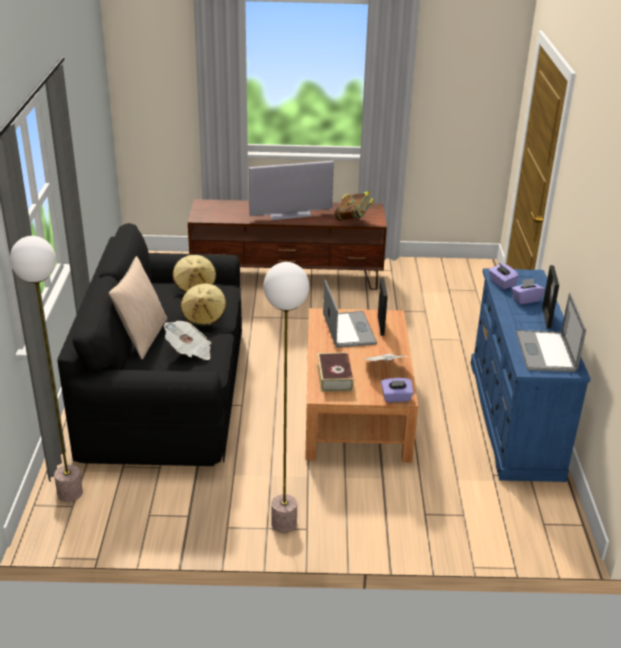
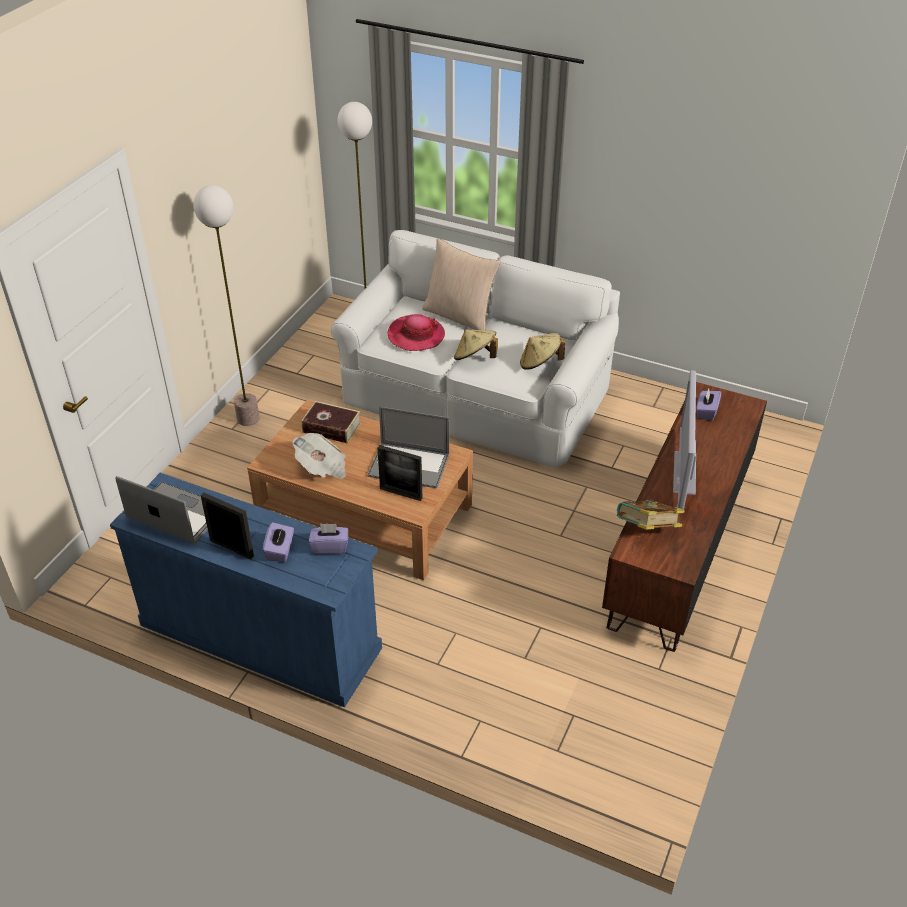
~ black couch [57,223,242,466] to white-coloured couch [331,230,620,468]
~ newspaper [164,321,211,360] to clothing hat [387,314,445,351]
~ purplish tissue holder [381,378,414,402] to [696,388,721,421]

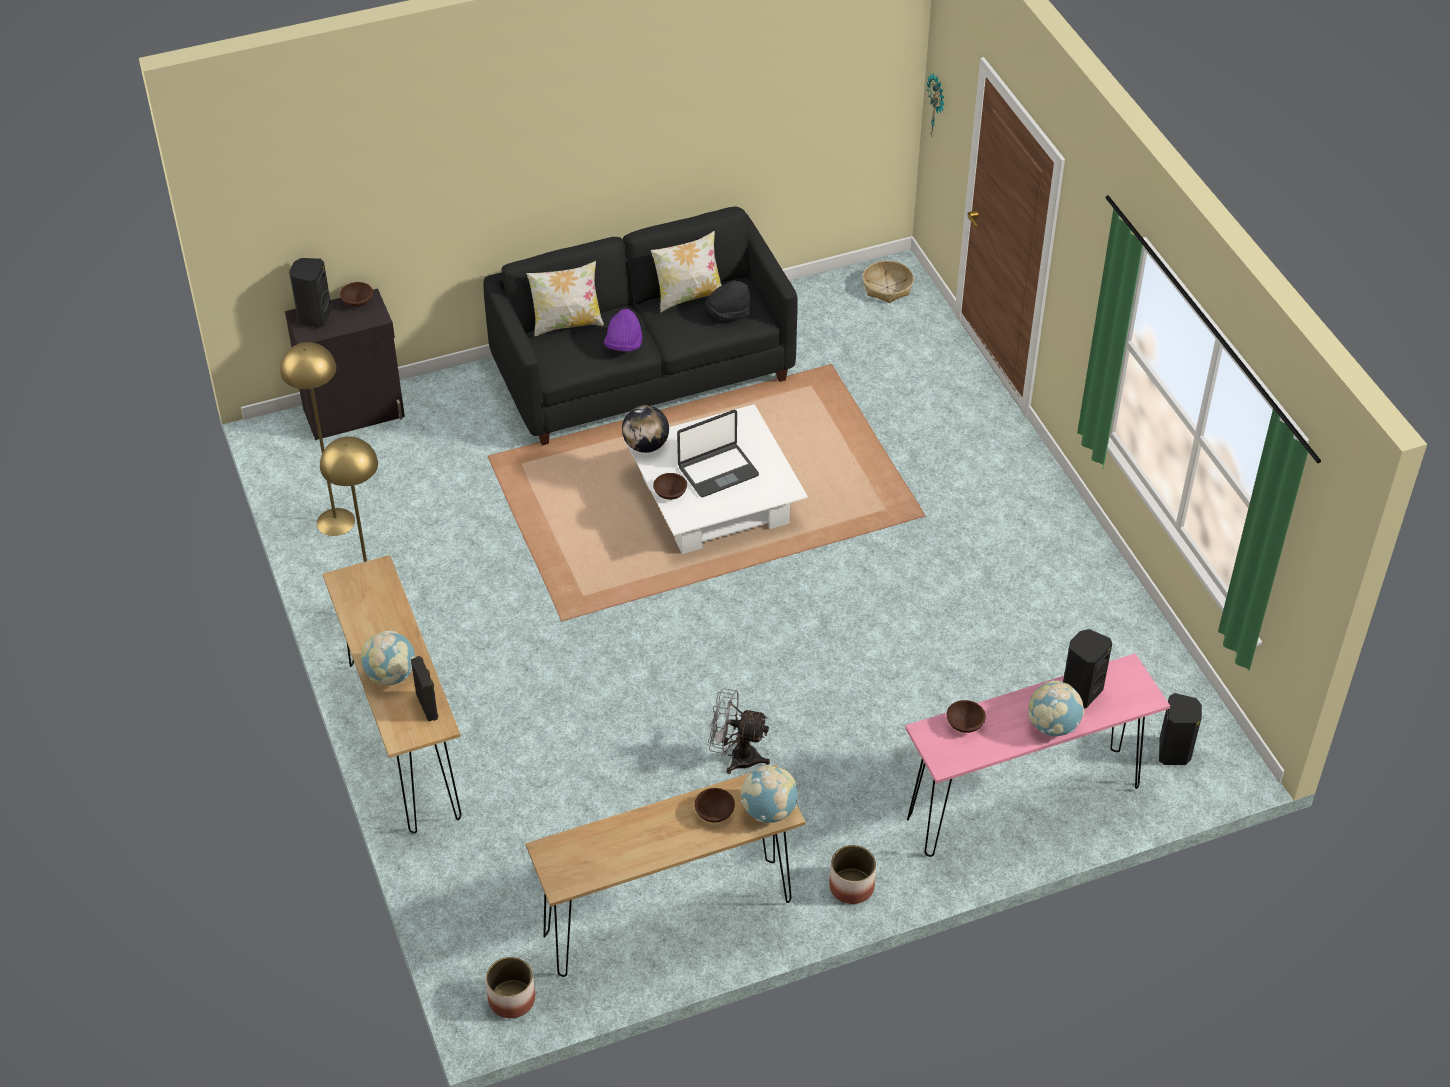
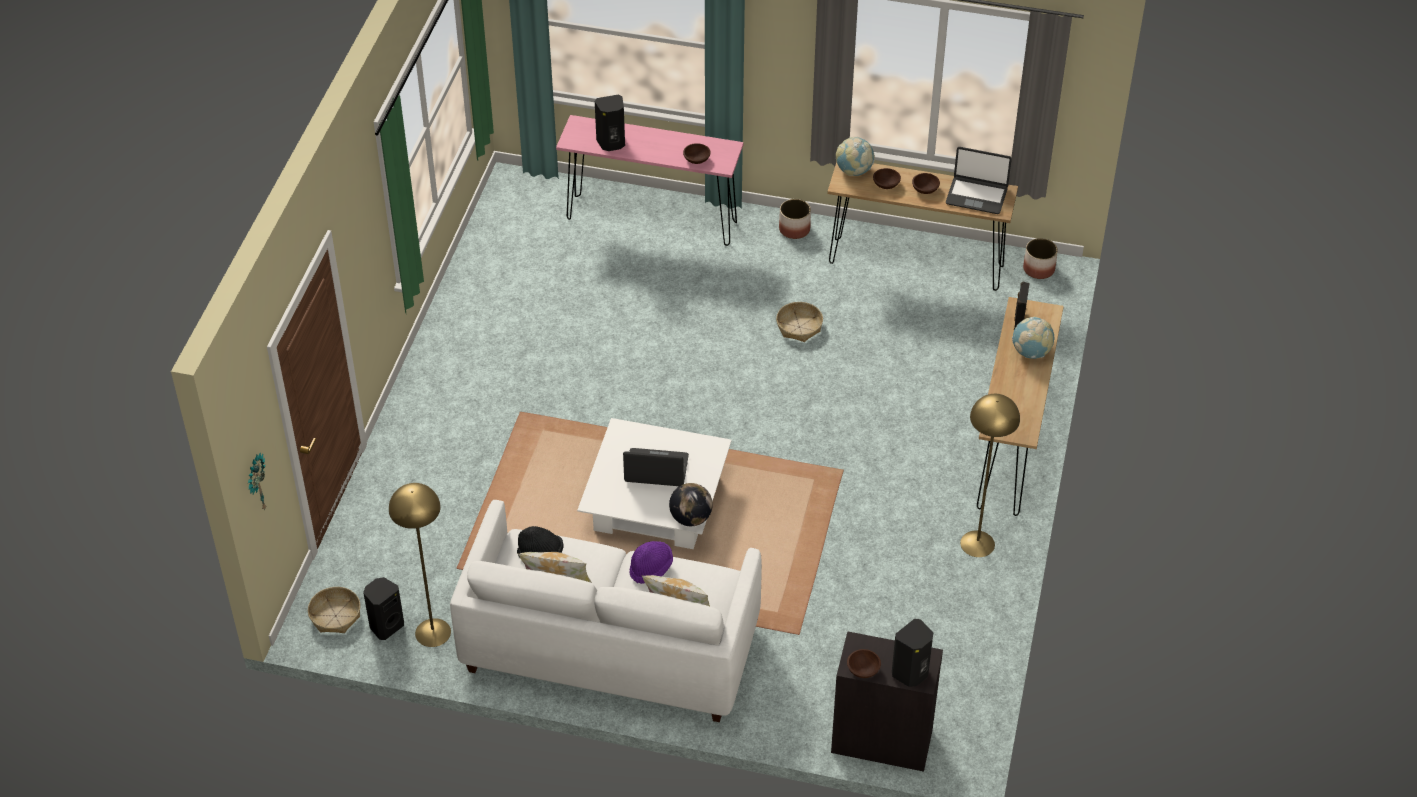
~ black speaker [1159,693,1202,765] to [363,577,404,640]
~ yellowish standing lamp [280,342,355,536] to [389,483,451,647]
~ black couch [483,207,798,445] to white-coloured couch [450,500,762,722]
~ grey cooling fan [708,688,770,774] to household basket [776,302,823,342]
~ brown-coloured bowl [653,473,687,500] to [912,173,940,194]
+ notebook computer [946,147,1012,214]
- desk globe [1028,680,1085,736]

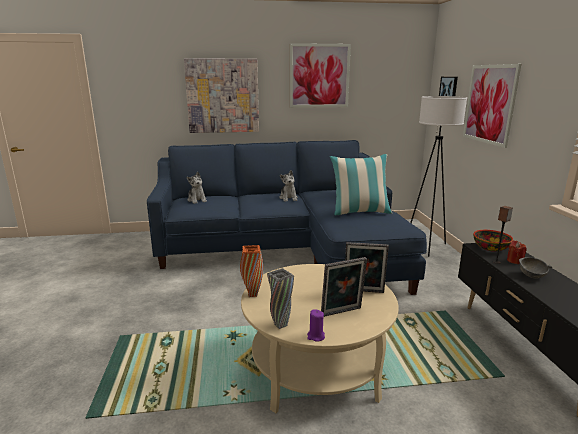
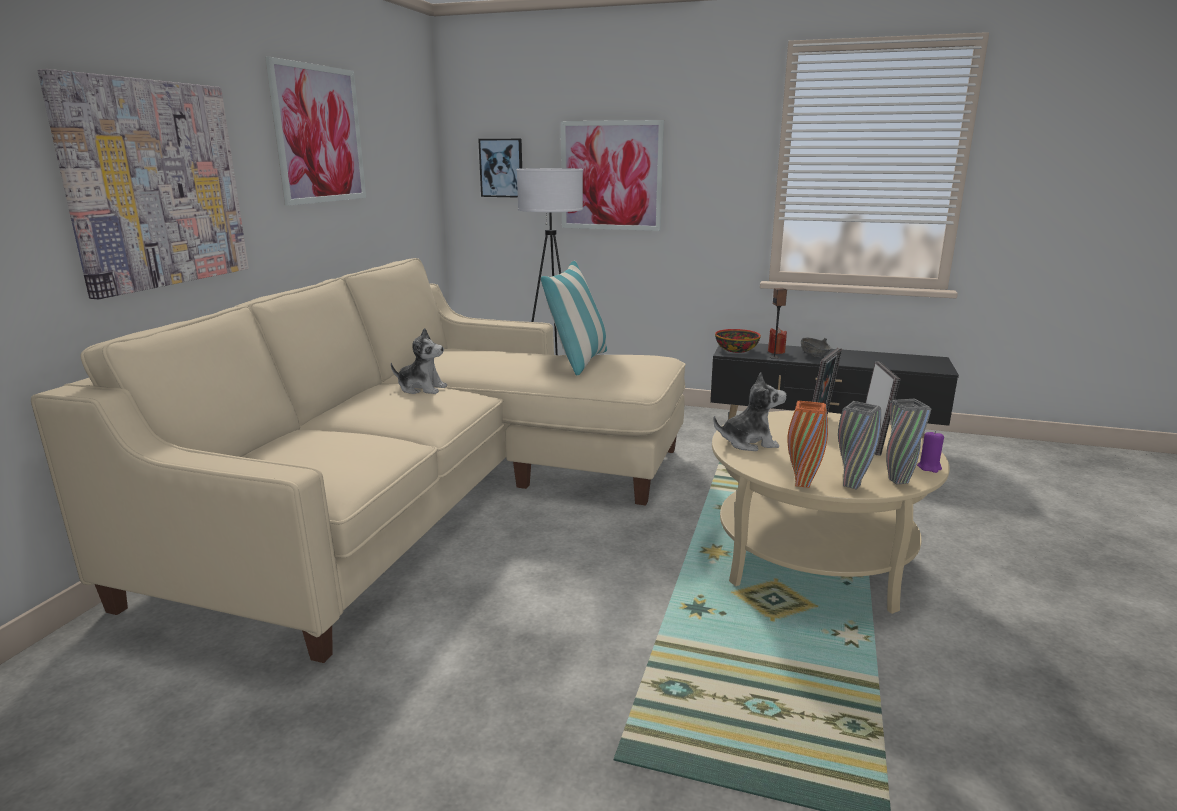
~ blue-coloured couch [147,140,427,295] to beige couch [31,258,686,663]
~ cuddly toy [187,172,207,204] to [713,372,786,451]
+ grey decorative vase [838,401,881,490]

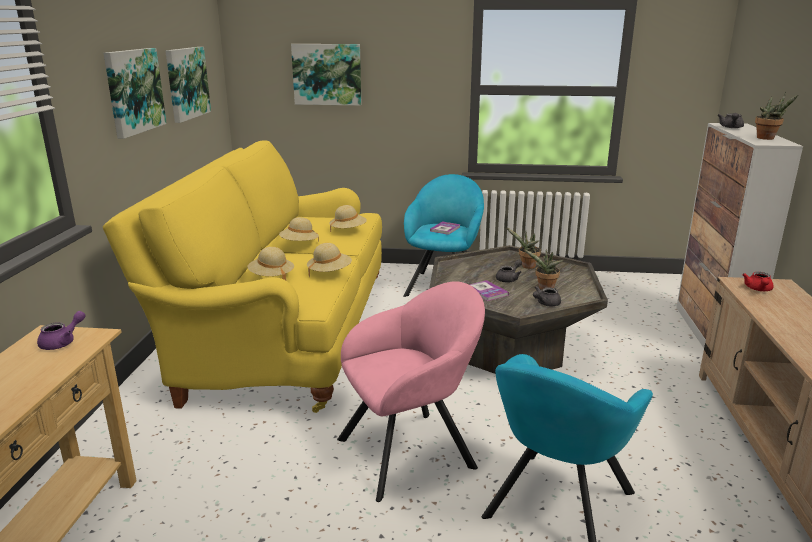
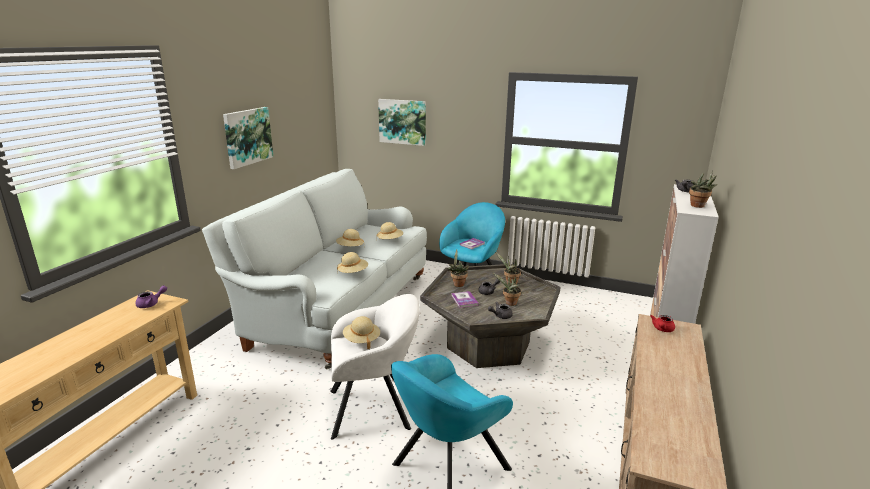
~ yellowish couch [103,140,382,413] to white-coloured couch [202,169,427,370]
~ pinkish easy chair [337,281,485,502] to white-coloured easy chair [330,294,419,439]
~ beige clothing hat [247,247,294,280] to [343,316,380,349]
+ plant in a pot [448,249,469,287]
- wall art [165,47,211,123]

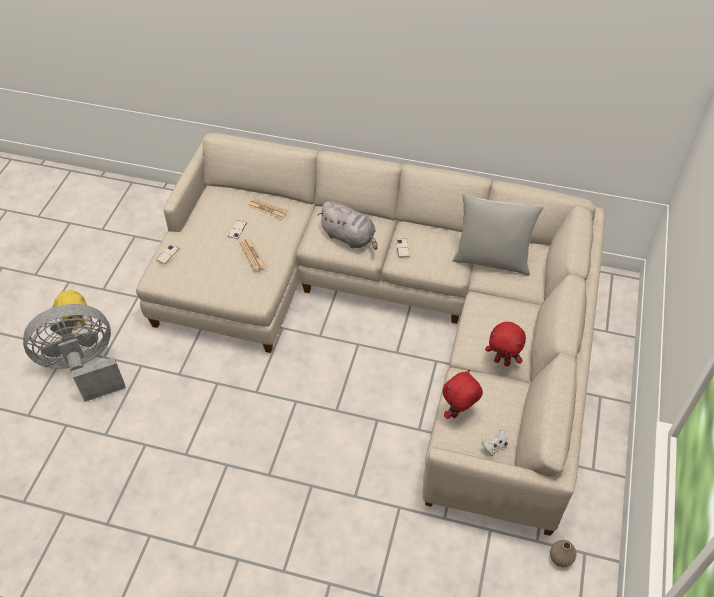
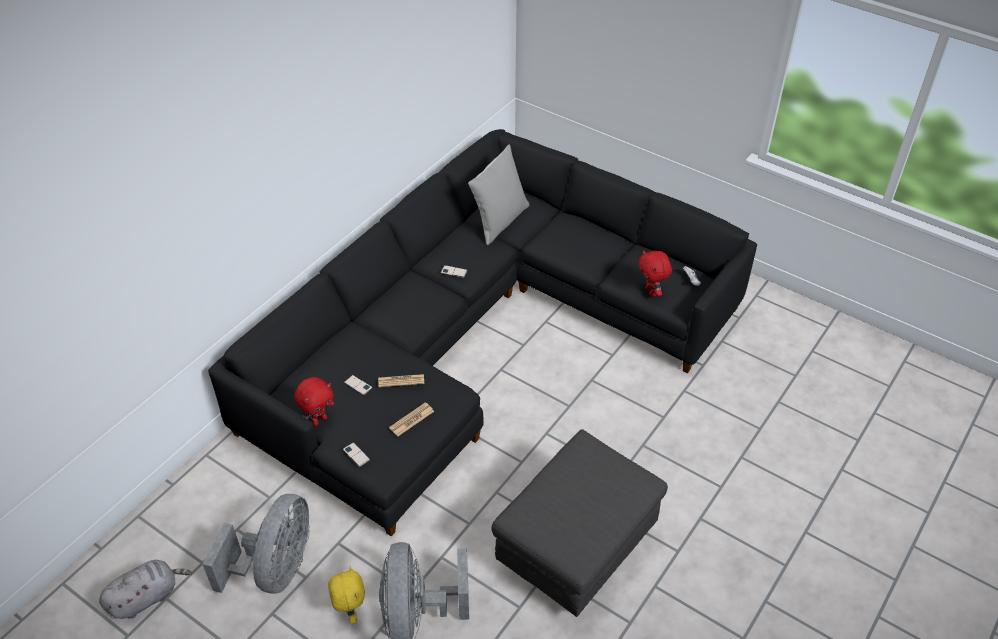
~ grey cuddly toy [318,201,378,250] to [99,560,192,619]
+ grey cooling fan [202,494,310,594]
~ beige couch [136,133,605,536] to black couch [208,129,757,536]
~ red-coloured cuddly toy [485,322,526,367] to [294,377,334,426]
~ newspaper [248,198,287,219] to [389,402,434,436]
+ grey footrest [492,429,668,617]
- decorative vase [550,540,576,567]

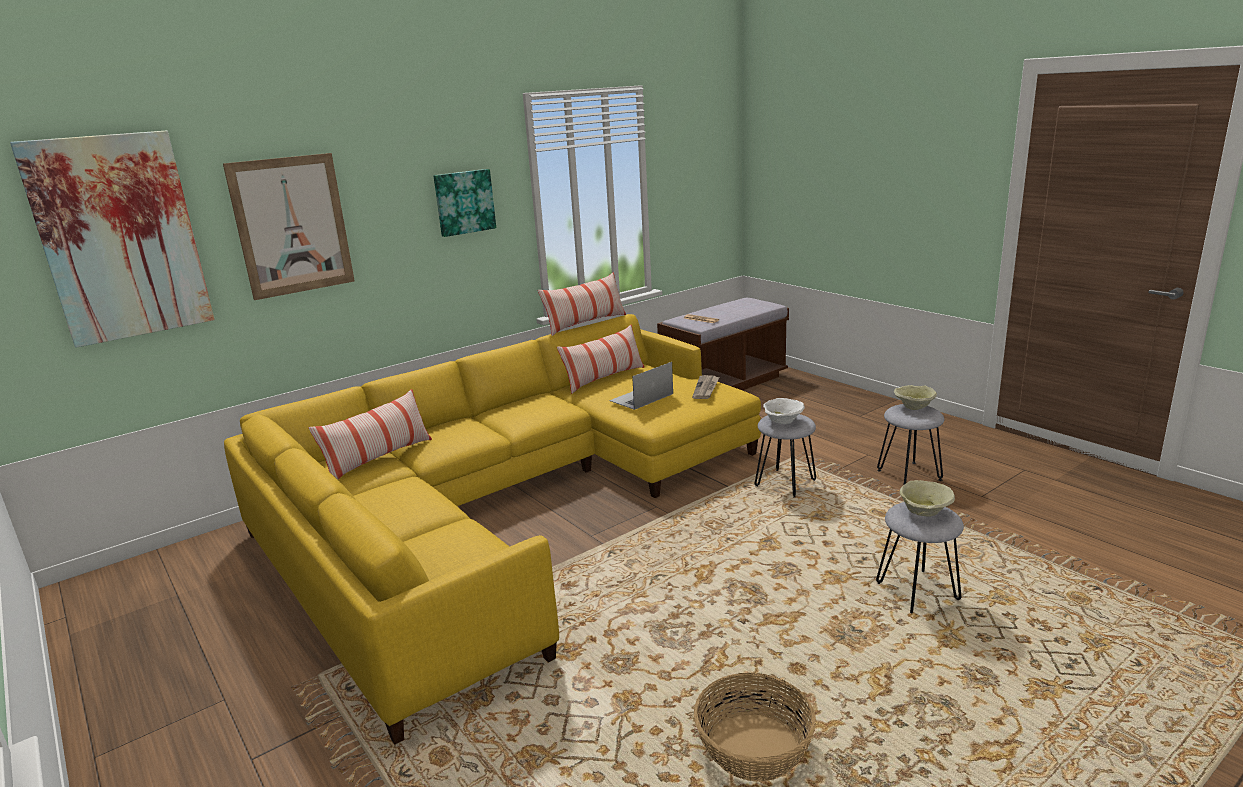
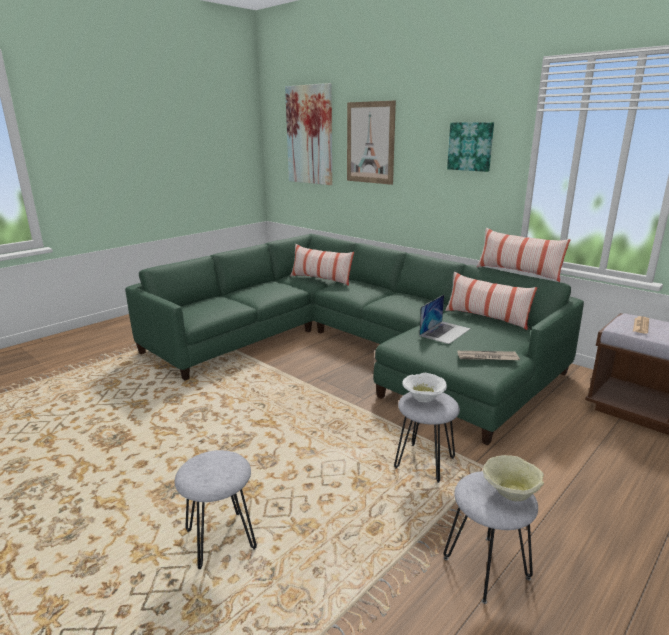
~ yellowish couch [224,314,761,744] to greenish couch [125,234,584,445]
~ notebook computer [609,362,673,410] = [419,295,471,344] 90 degrees clockwise
- household basket [694,673,816,782]
- beige bowl [900,480,955,517]

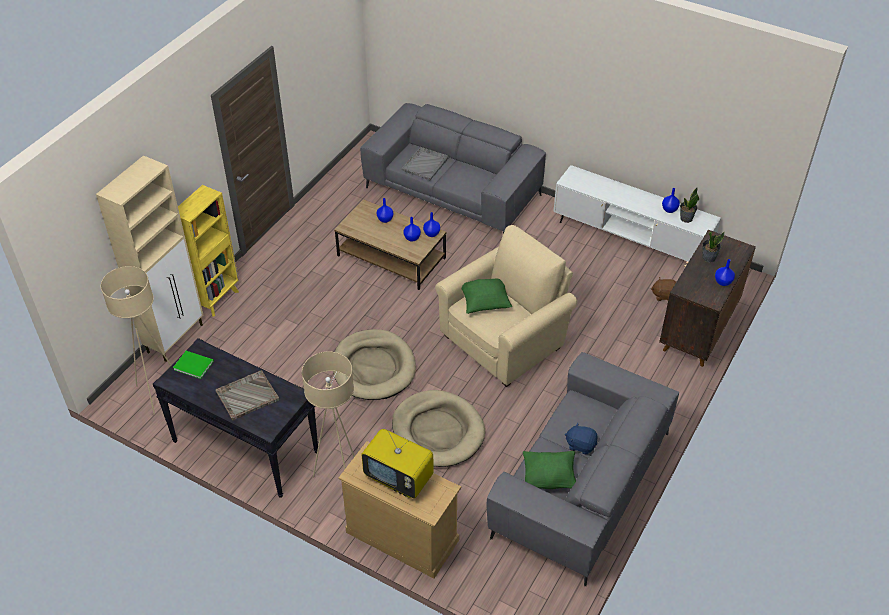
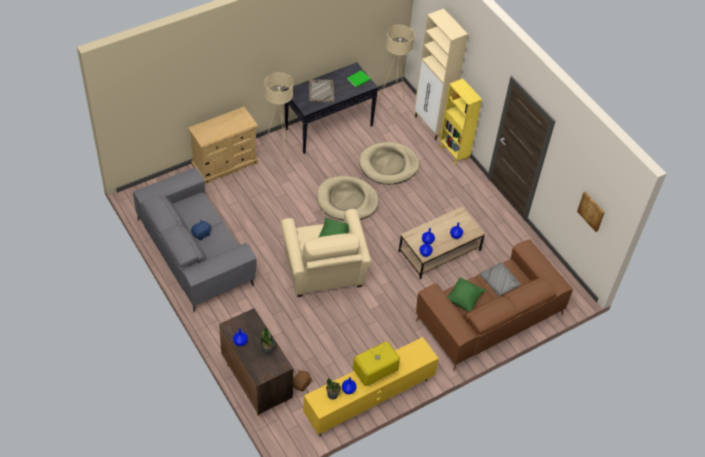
~ white-coloured tv unit [553,165,721,262] to yellowish tv unit [304,337,439,436]
~ TV [362,429,434,498] to [353,341,400,386]
~ beige pet bed [392,390,485,467] to [359,142,420,184]
~ grey couch [360,103,546,234] to brown-coloured couch [416,239,573,371]
~ greenish cushion [523,451,576,489] to [447,278,485,312]
+ wall art [577,192,605,232]

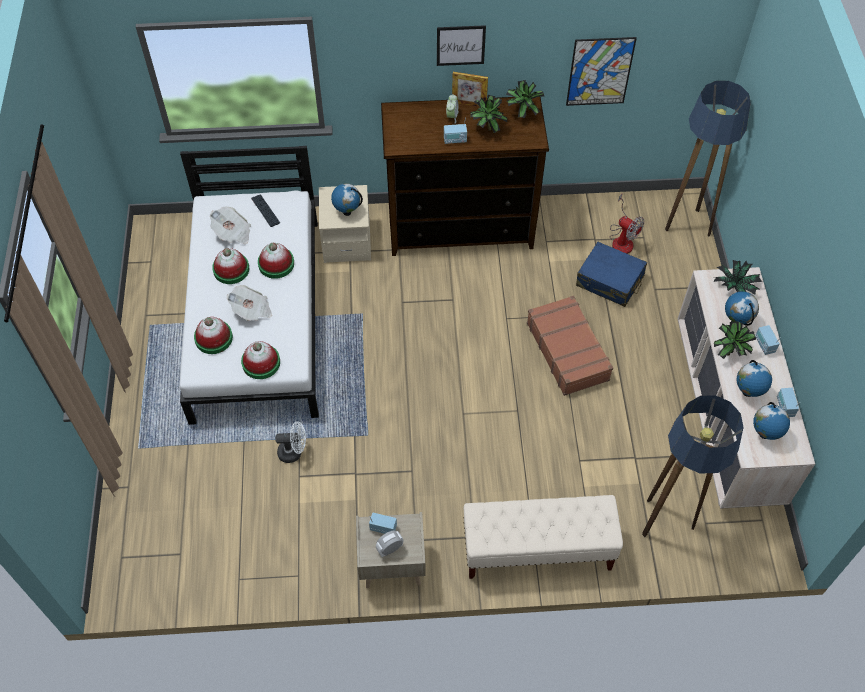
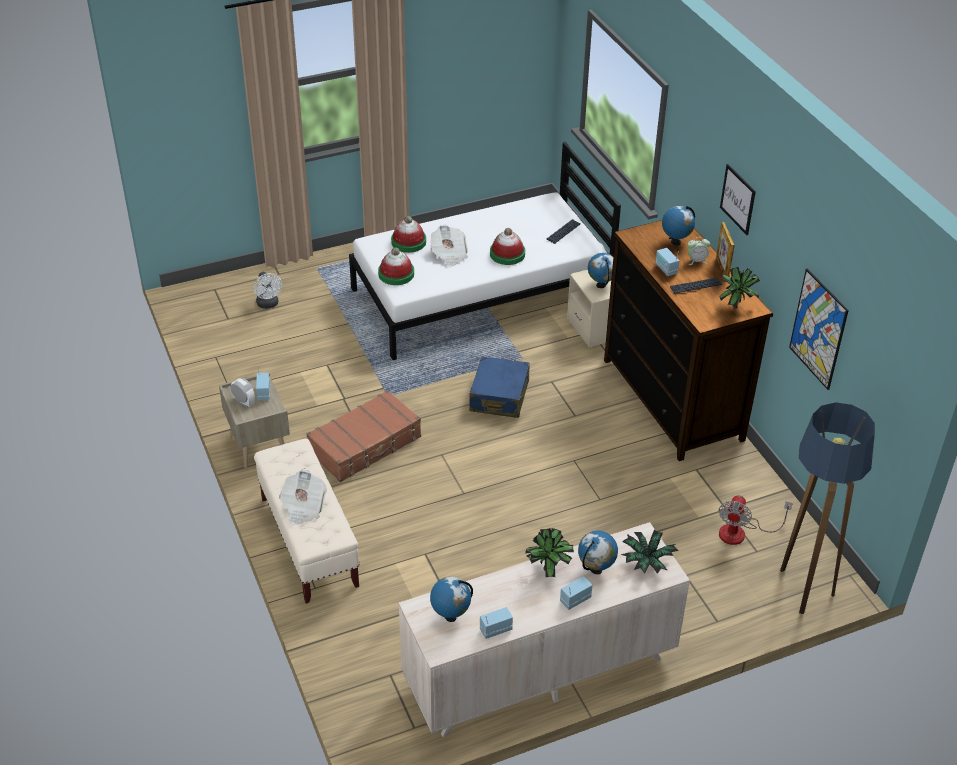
~ white-coloured cooling fan [275,421,306,463] to [254,272,282,309]
~ newspaper [210,207,251,244] to [279,470,327,525]
~ brown-coloured suitcase [527,296,613,396] to [307,390,421,482]
~ blue-coloured suitcase [576,242,647,307] to [469,357,530,418]
~ desk globe [737,360,772,397] to [662,206,695,246]
~ plant in a pot [470,95,507,133] to PC keyboard [670,278,722,293]
- clothing hat [212,248,250,284]
- standing lamp [642,395,744,537]

